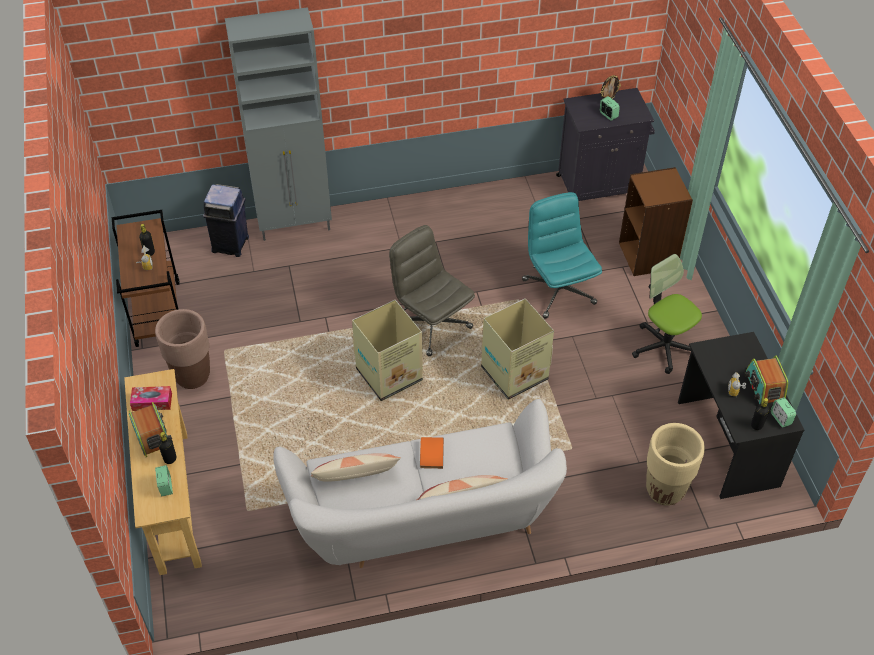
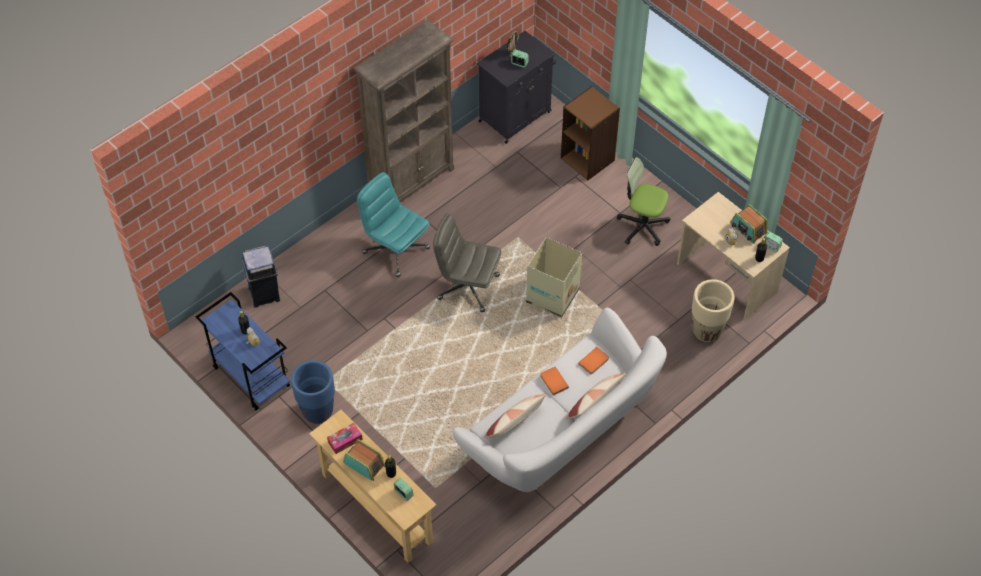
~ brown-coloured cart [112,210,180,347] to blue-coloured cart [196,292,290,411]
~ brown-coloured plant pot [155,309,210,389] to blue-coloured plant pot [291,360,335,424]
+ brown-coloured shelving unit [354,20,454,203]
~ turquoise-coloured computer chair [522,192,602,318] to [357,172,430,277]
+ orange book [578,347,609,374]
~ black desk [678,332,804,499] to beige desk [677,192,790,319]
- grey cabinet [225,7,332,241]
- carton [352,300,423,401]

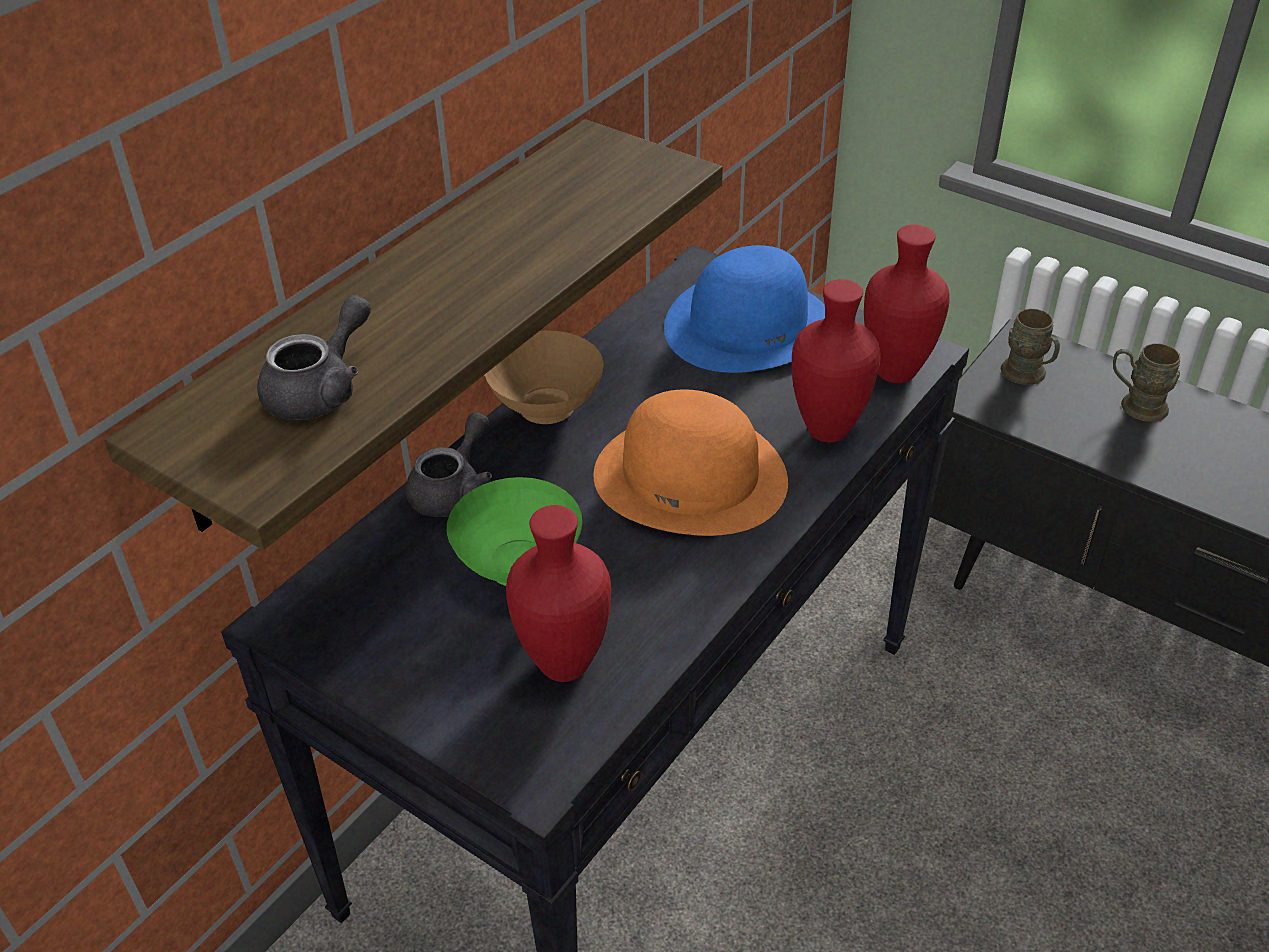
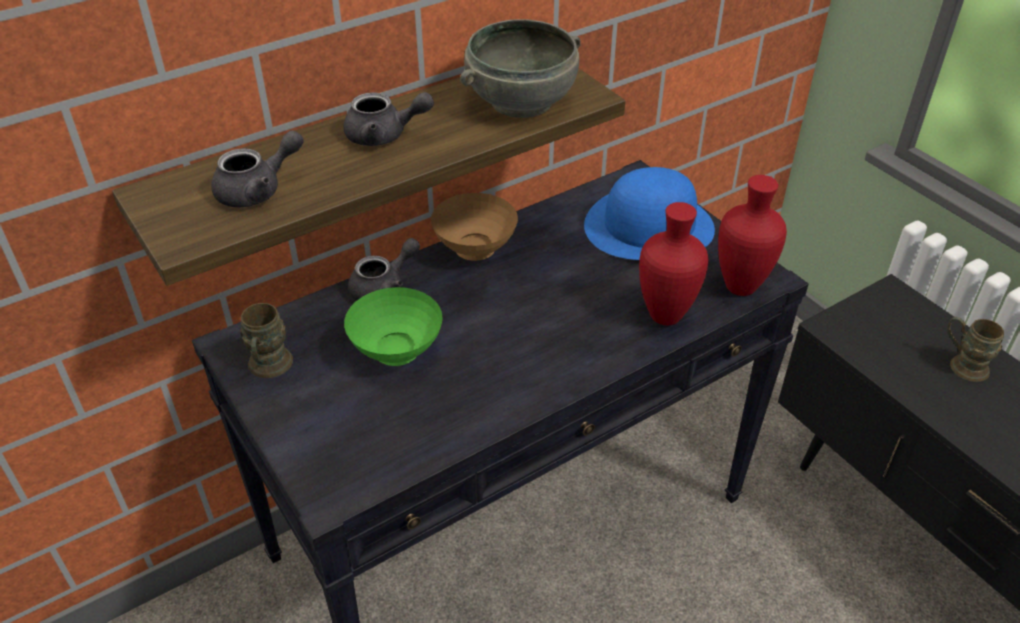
~ brown-coloured tea mug [1001,309,1060,385] to [240,303,293,378]
+ grey teapot [343,92,434,146]
+ grey bowl [460,19,581,118]
- red-coloured decorative vase [506,505,612,682]
- orange clothing hat [594,389,788,536]

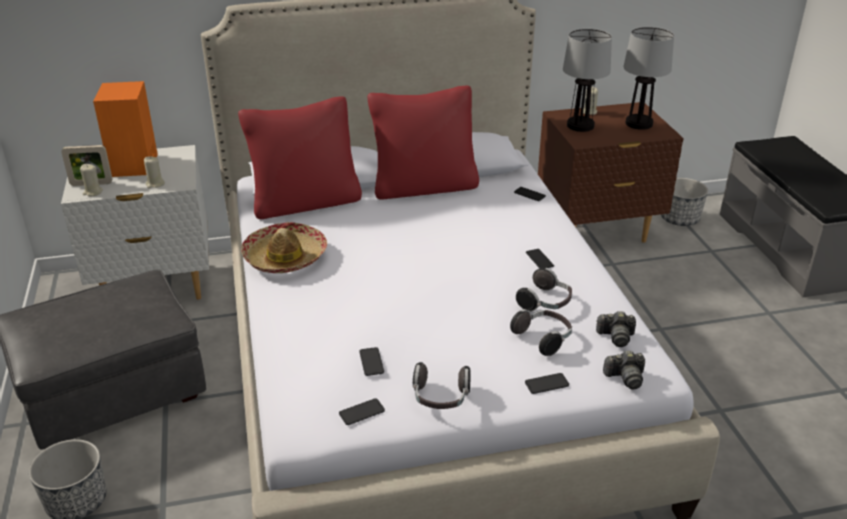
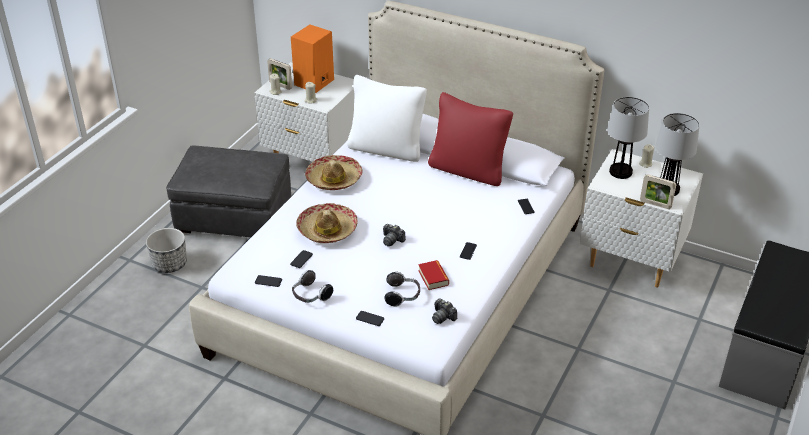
+ clothing hat [296,203,358,243]
~ red-coloured cushion [238,96,362,219] to white-coloured cushion [347,75,427,162]
~ still camera [603,350,645,389] to [383,224,406,246]
~ headset [516,268,572,312] to book [418,260,449,290]
~ brown-coloured bedside table [538,102,684,243] to white-coloured bedside table [580,149,703,288]
+ standing frame [640,174,676,209]
- plant pot [661,178,708,226]

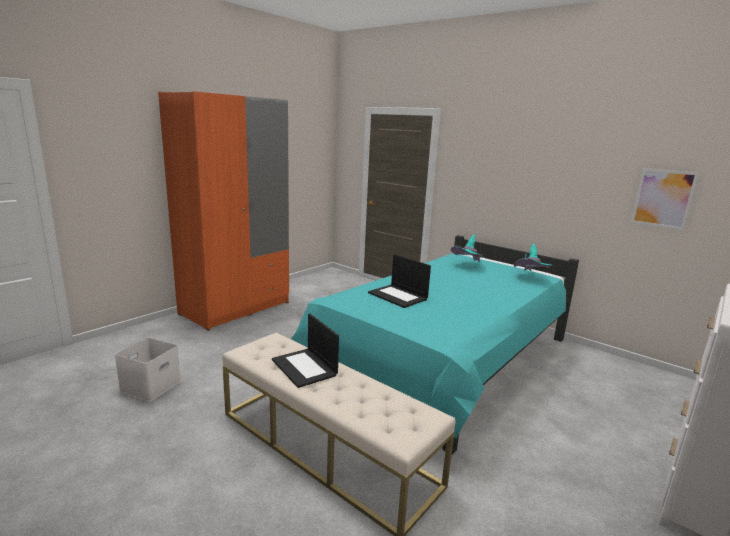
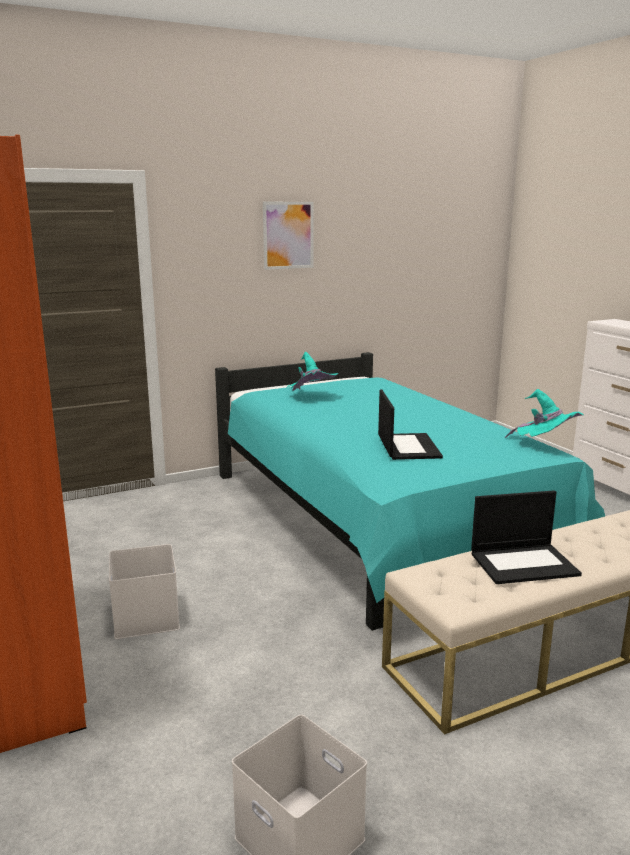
+ white-coloured storage container [109,544,180,639]
~ wall art [631,168,699,230] to [263,202,313,270]
~ notebook computer [368,254,431,308] = [378,390,443,460] 75 degrees counterclockwise
~ turquoise-coloured clothing hat [514,243,552,271] to [505,389,583,438]

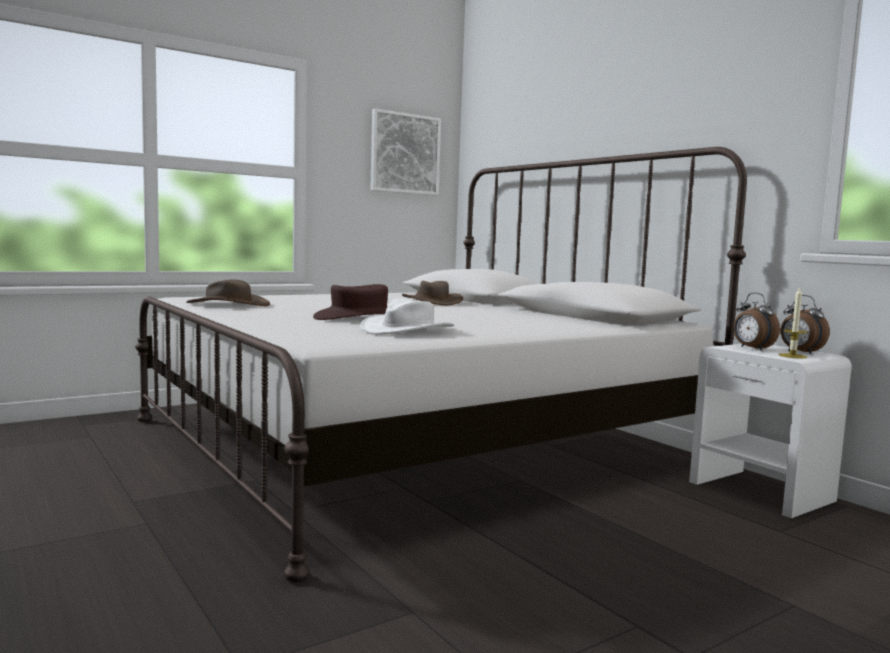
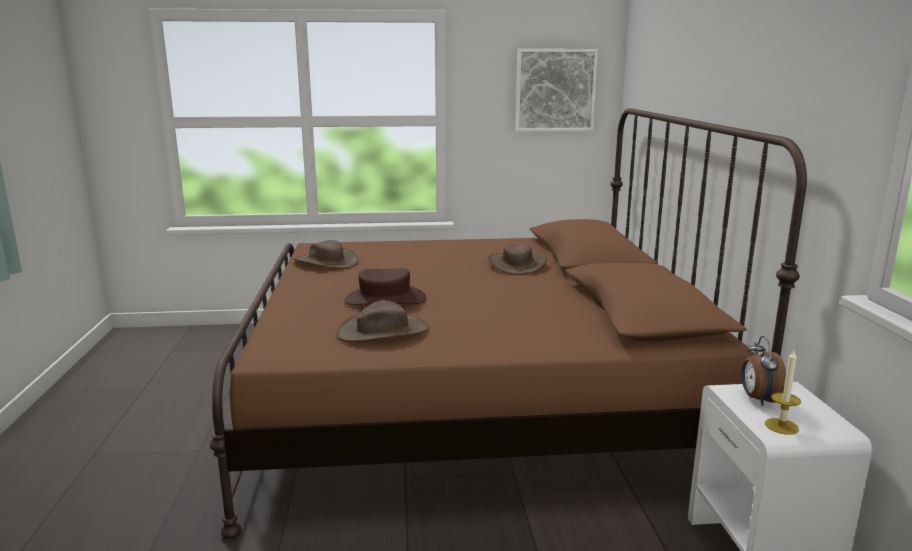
~ white-coloured bedroom bed [135,147,747,582] to brown-coloured bedroom bed [210,108,807,539]
~ white-coloured clothing hat [360,298,454,335] to brown-coloured clothing hat [336,300,429,342]
- bedside clock [781,295,830,354]

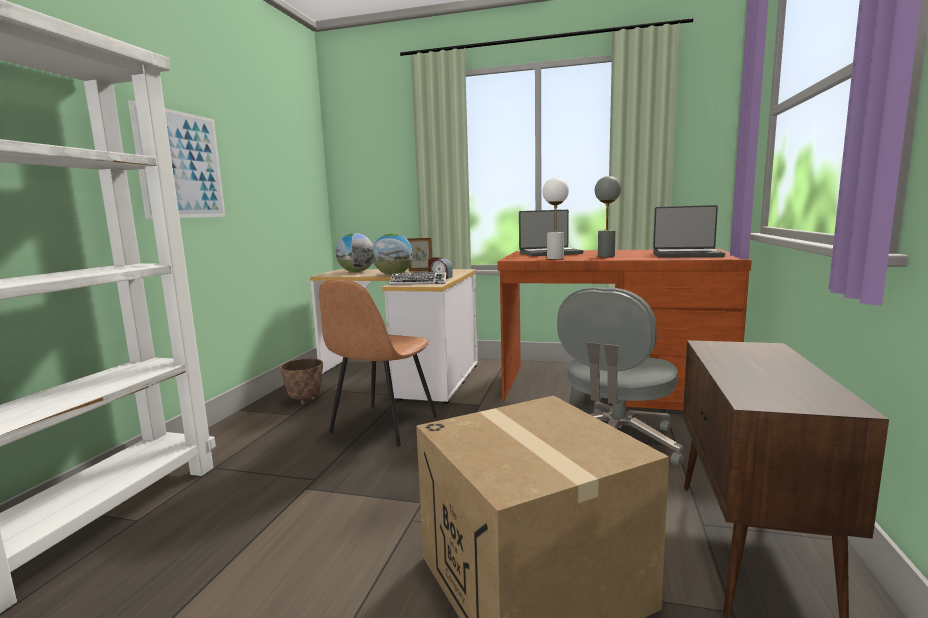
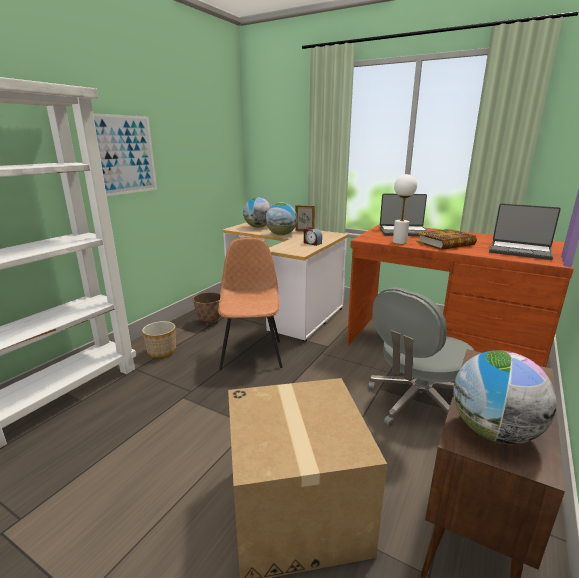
+ plant pot [142,321,176,358]
~ brown-coloured chair [319,279,437,446] = [218,237,282,370] 135 degrees clockwise
~ grey table lamp [595,176,621,257] to book [417,229,477,250]
+ desk globe [453,350,557,444]
- PC keyboard [389,272,446,285]

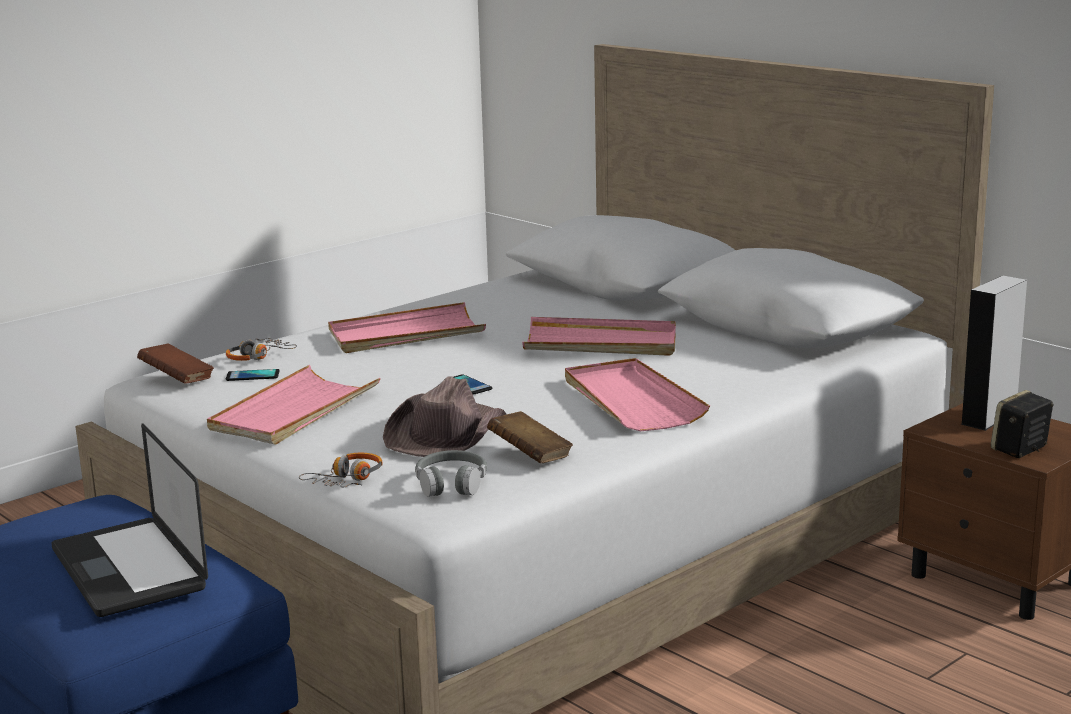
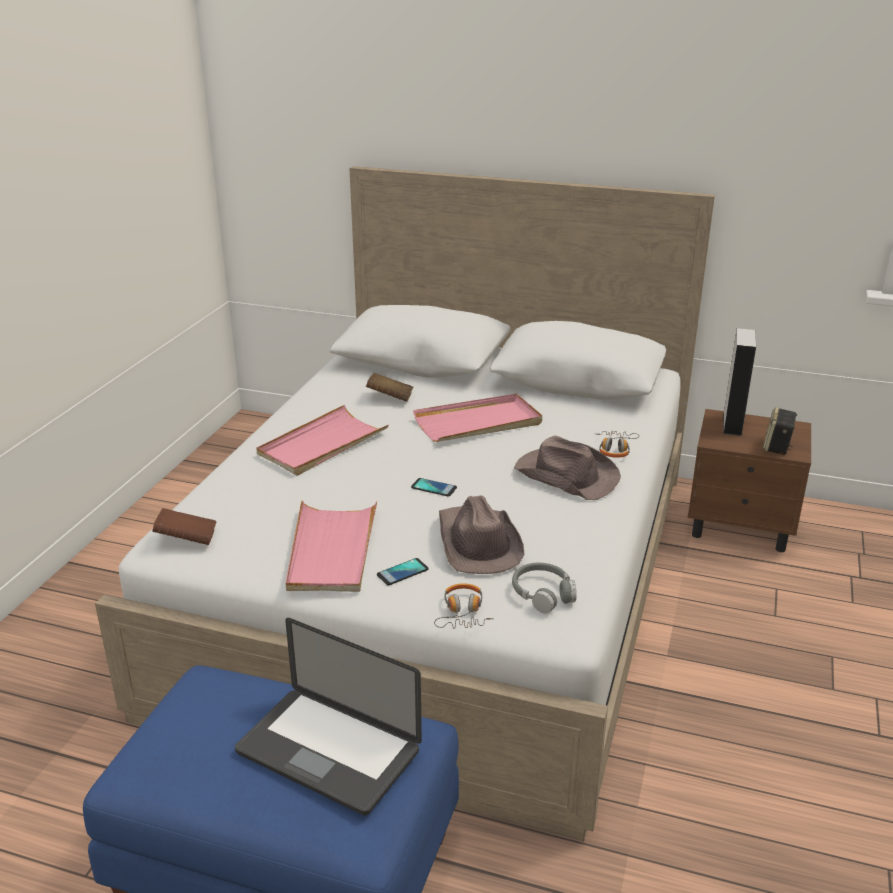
~ brown-coloured book [487,411,573,463] to [366,373,414,402]
~ phone [226,369,280,381] to [377,558,429,585]
~ pinkish carrying tray [565,358,710,431] to brown-coloured clothing hat [514,436,621,500]
~ headset [226,338,297,361] to [597,431,639,458]

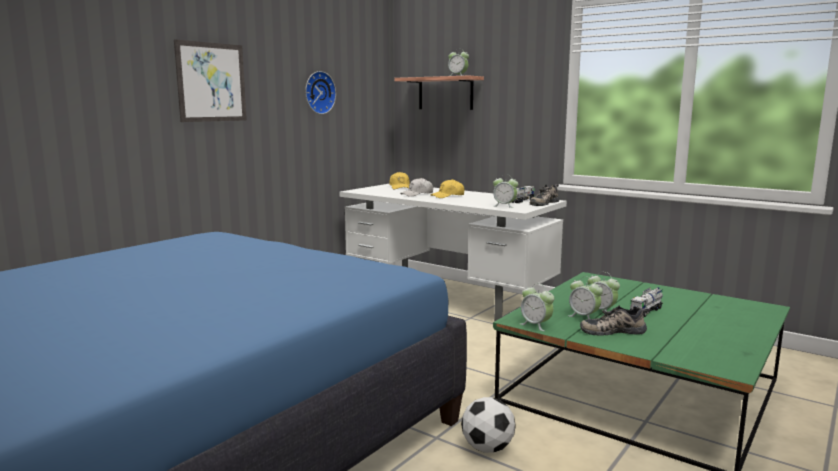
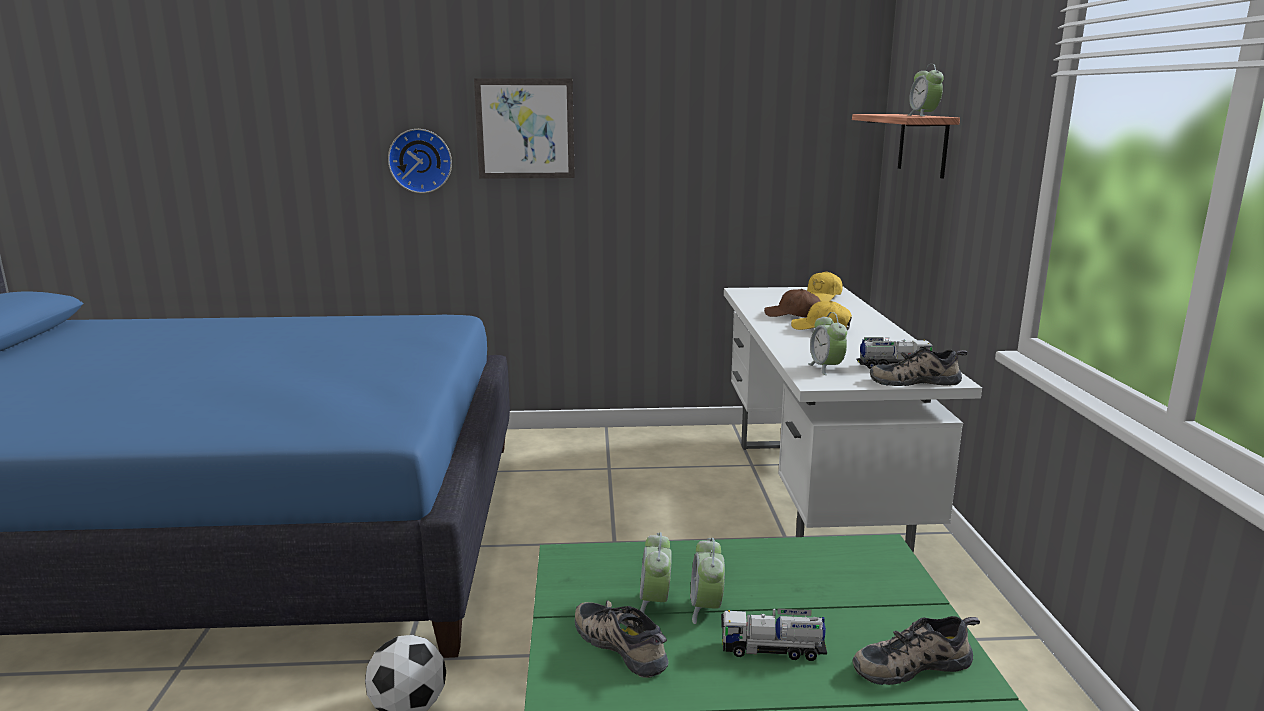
~ wall clock [305,71,336,114] to [388,129,452,193]
~ white-coloured cap [400,178,433,197] to brown-coloured cap [764,289,820,317]
+ shoe [853,616,980,685]
- bedside clock [520,283,554,331]

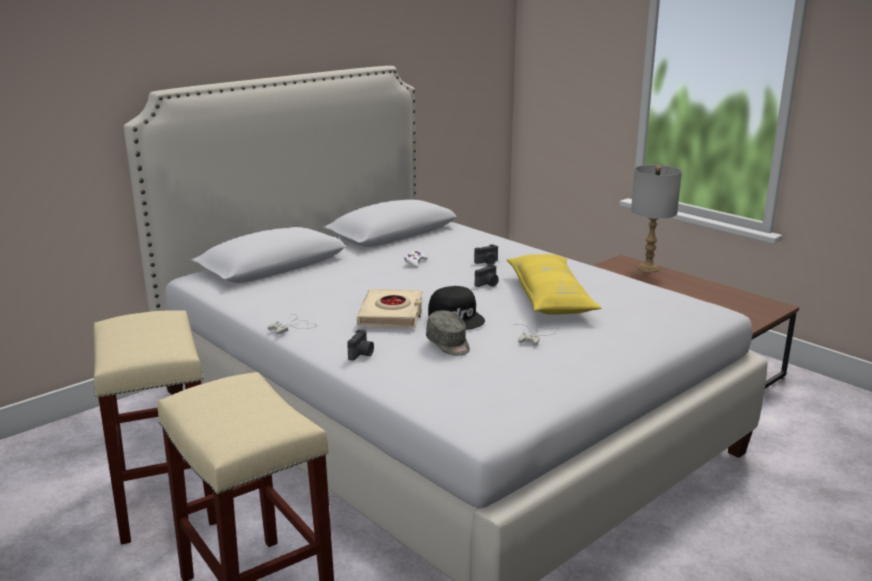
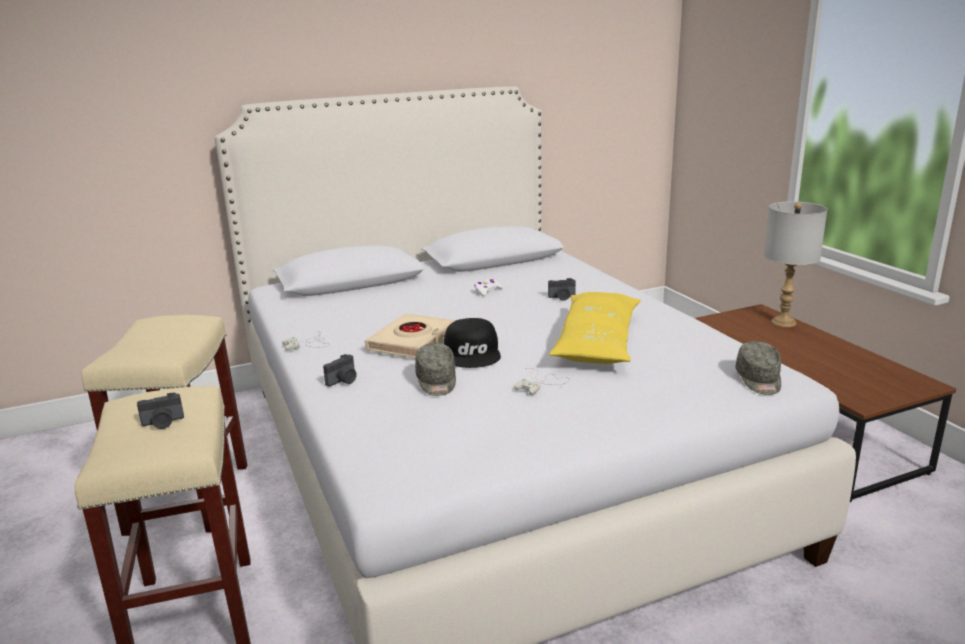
~ still camera [475,264,499,287] to [137,392,184,429]
+ grey cap [735,341,781,395]

